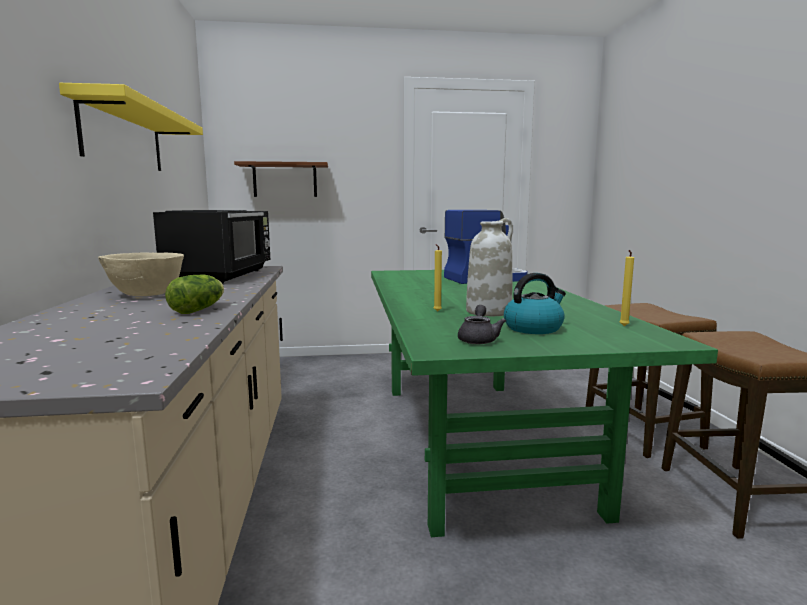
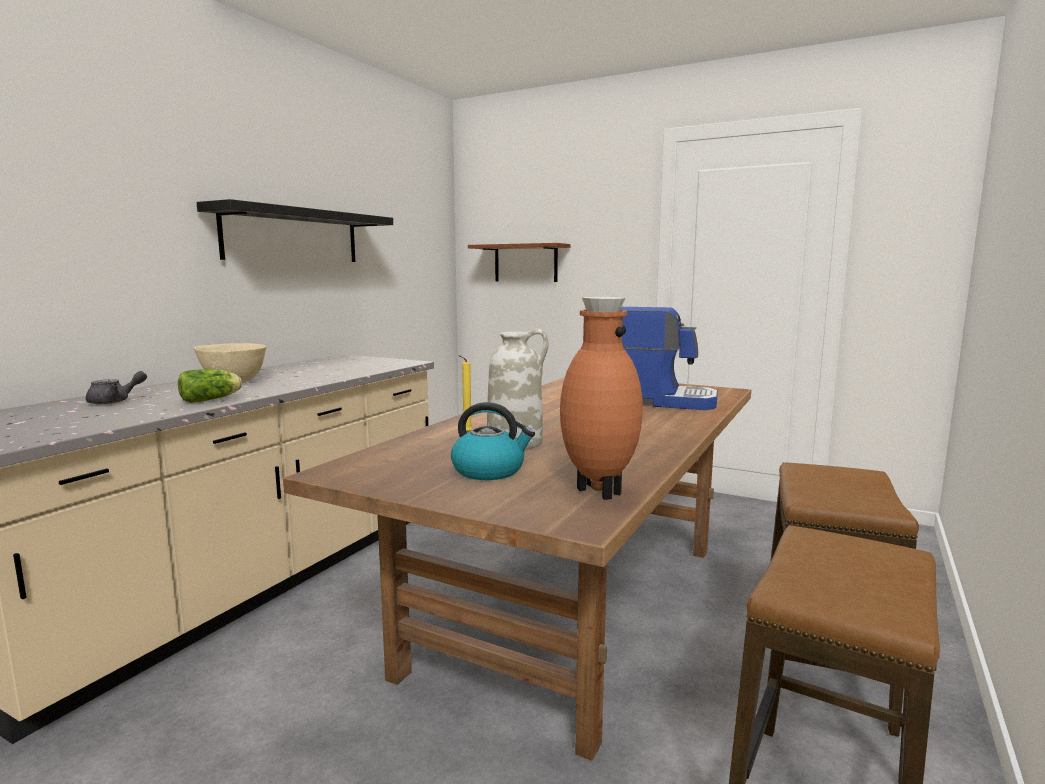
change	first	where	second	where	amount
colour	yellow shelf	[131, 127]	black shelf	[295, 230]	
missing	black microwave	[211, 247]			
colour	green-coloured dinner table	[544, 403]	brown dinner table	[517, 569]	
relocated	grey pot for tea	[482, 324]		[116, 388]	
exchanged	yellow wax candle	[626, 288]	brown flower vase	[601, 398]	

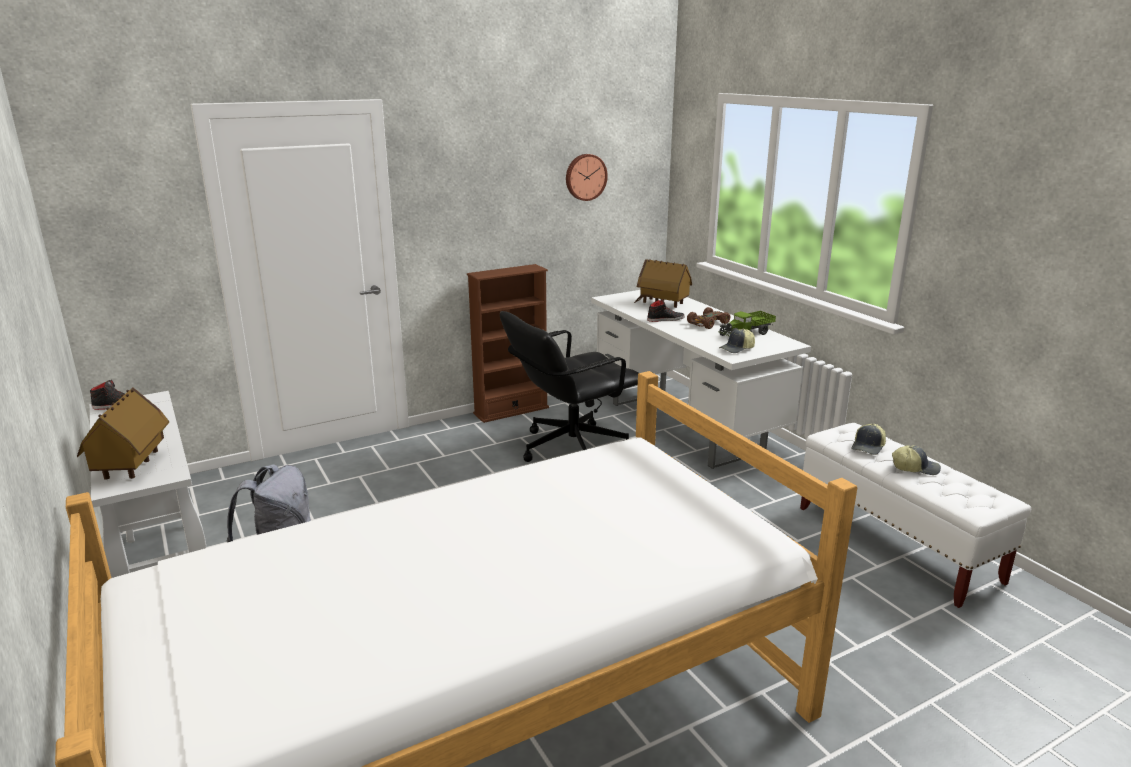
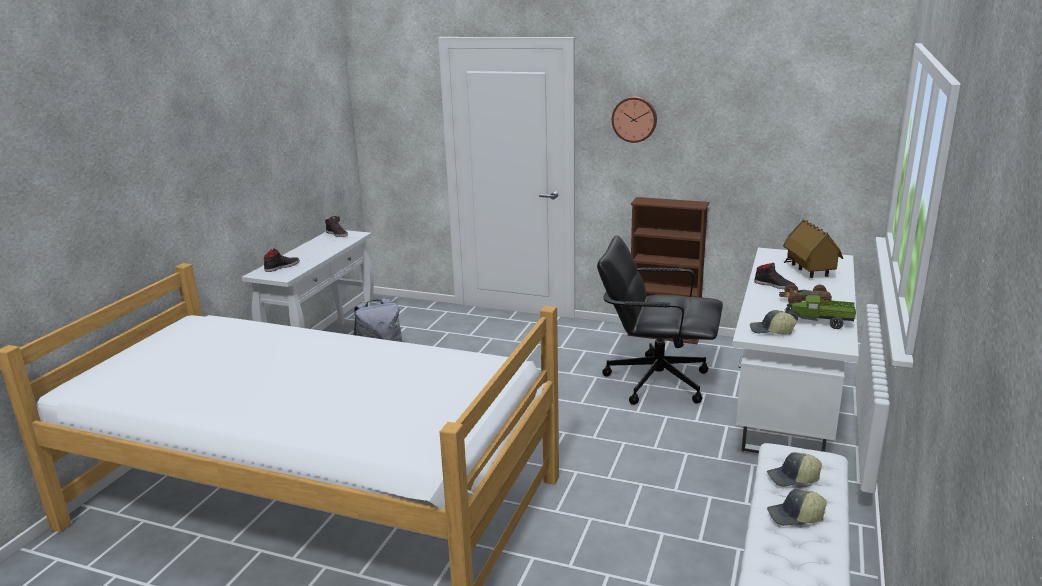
change	first	where	second	where	amount
exchanged	toy house	[123, 434]	black low shoe	[282, 260]	
relocated	clock on the wall	[587, 177]		[634, 120]	
spun	peaked cap	[916, 460]		[797, 507]	120 degrees clockwise

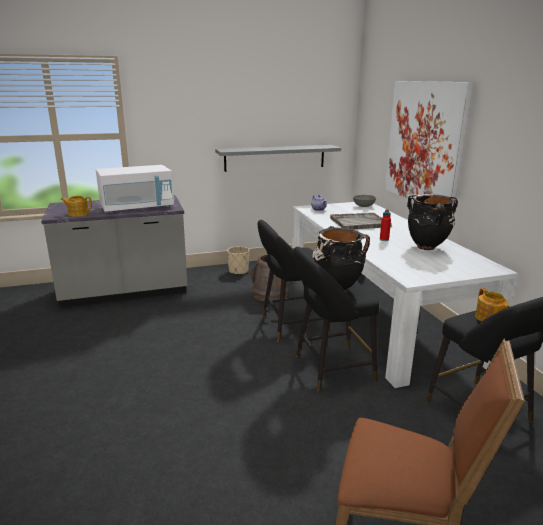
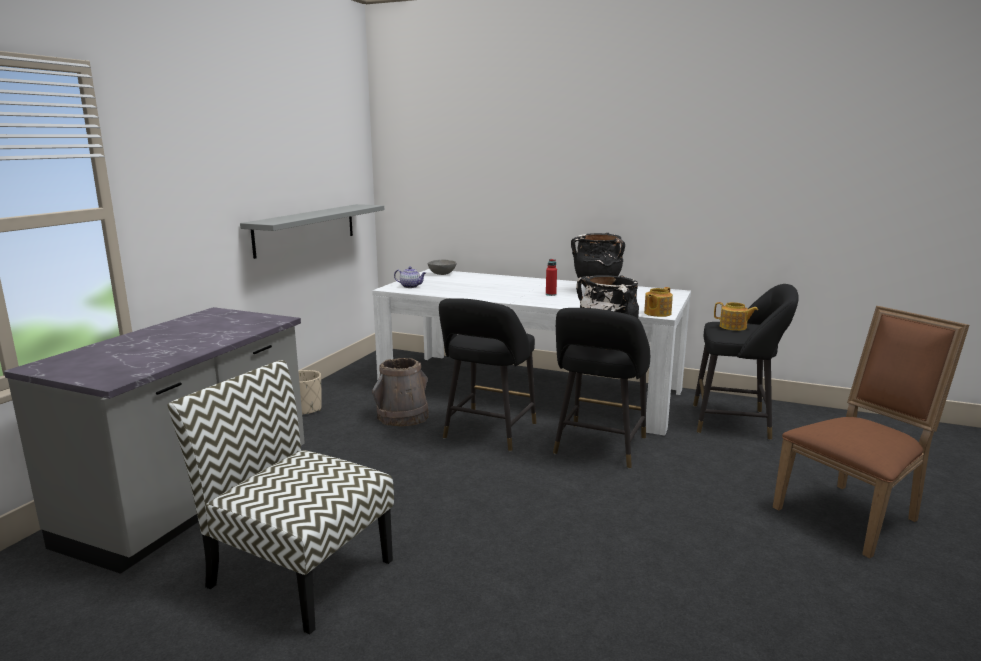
change	first	where	second	where	amount
relocated	pot for tea	[76, 206]		[658, 302]	
missing	whitish microwave	[135, 189]			
missing	grey serving tray	[361, 221]			
missing	wall art	[429, 144]			
appeared			chair	[281, 497]	

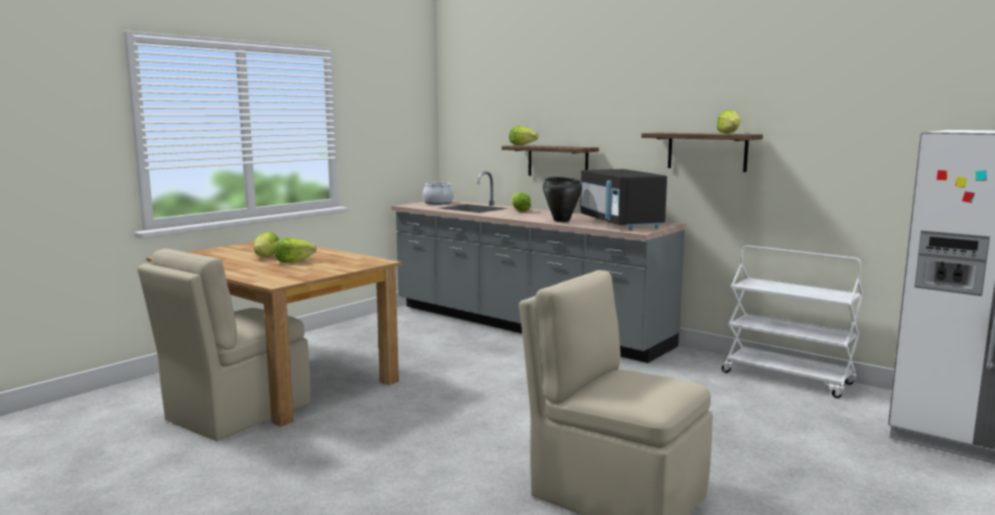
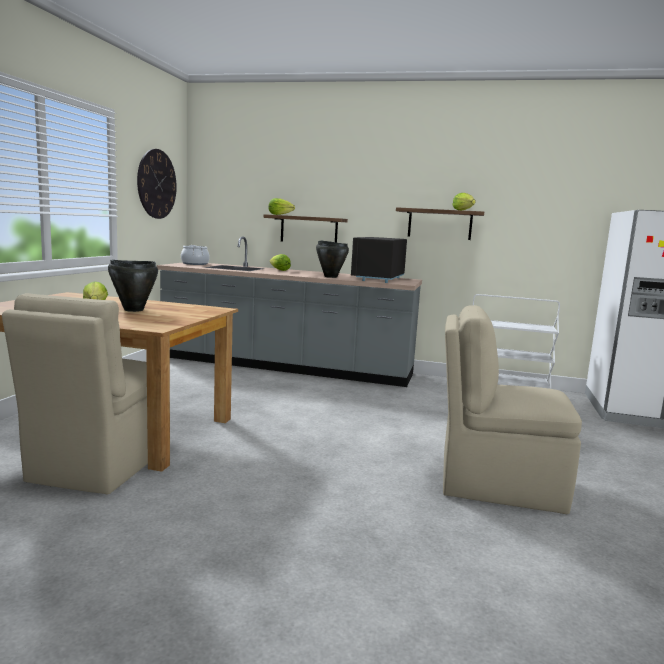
change	first	where	second	where	amount
exchanged	lettuce	[295, 250]	black saucepot	[133, 286]	
spun	black microwave	[623, 199]		[379, 260]	60 degrees clockwise
appeared			clock on the wall	[157, 184]	

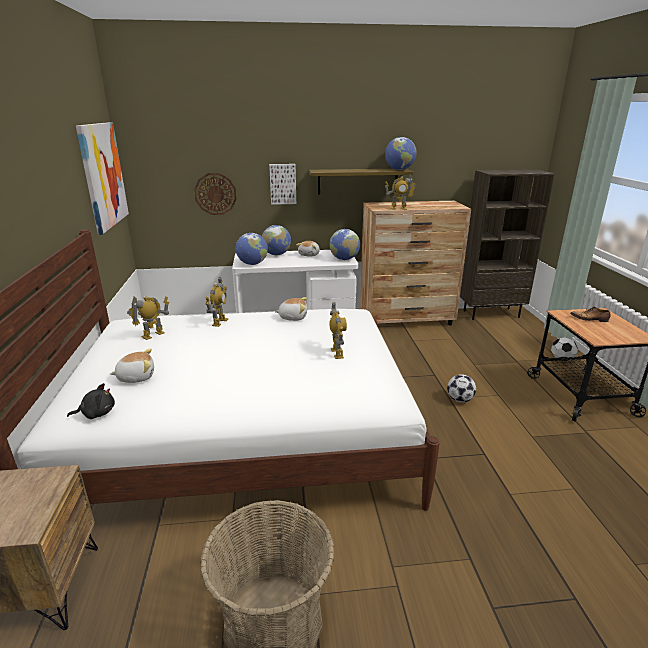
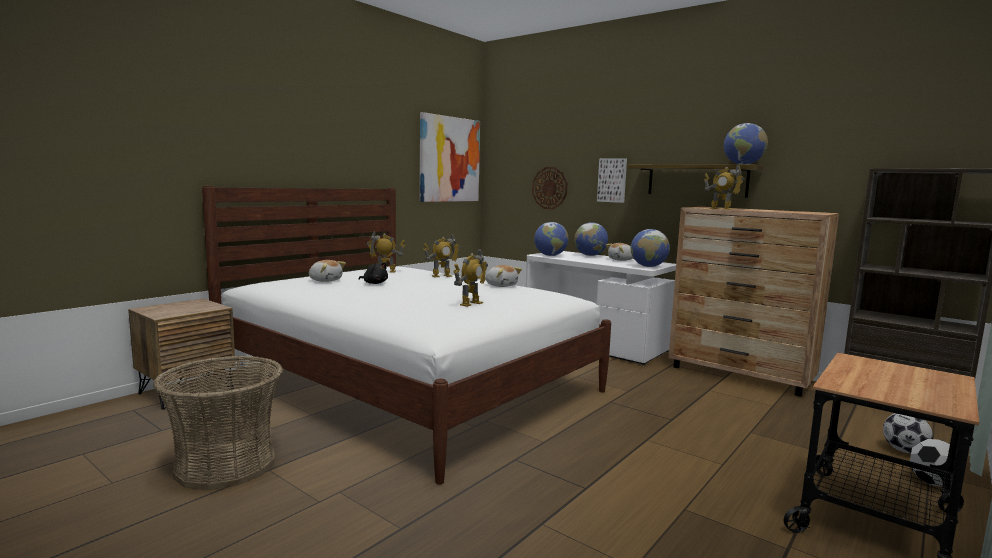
change	first	where	second	where	amount
relocated	black soft toy	[91, 401]		[373, 273]	
relocated	football ball	[461, 388]		[908, 433]	
missing	low shoe	[590, 314]			

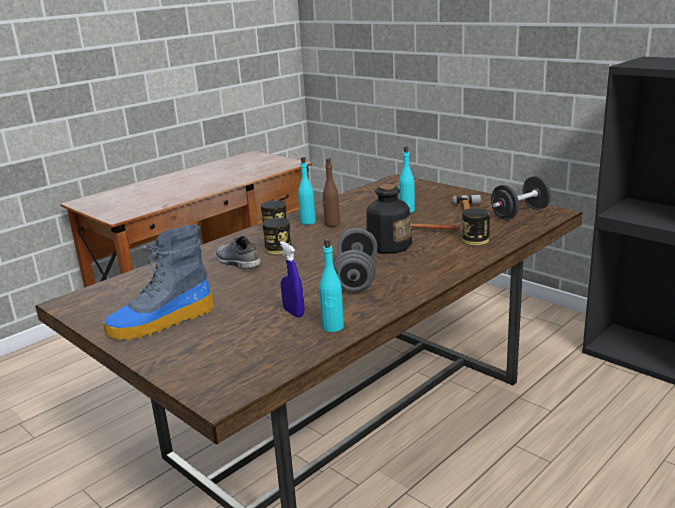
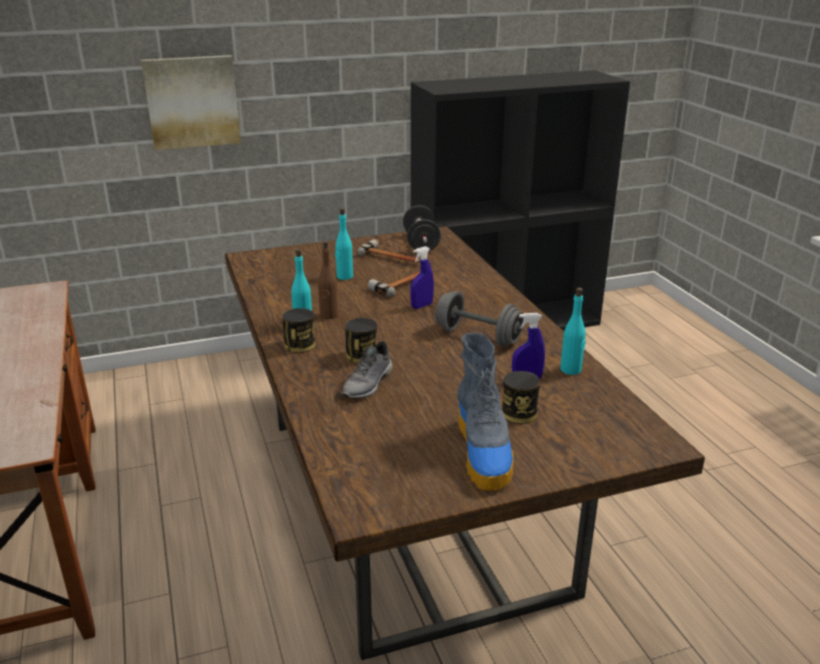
change	first	where	second	where	amount
spun	grey low shoe	[238, 252]		[366, 369]	45 degrees counterclockwise
exchanged	beverage bottle	[389, 219]	bluish hand sprayer	[422, 277]	
relocated	sealed can	[476, 227]		[521, 397]	
appeared			wall art	[191, 102]	

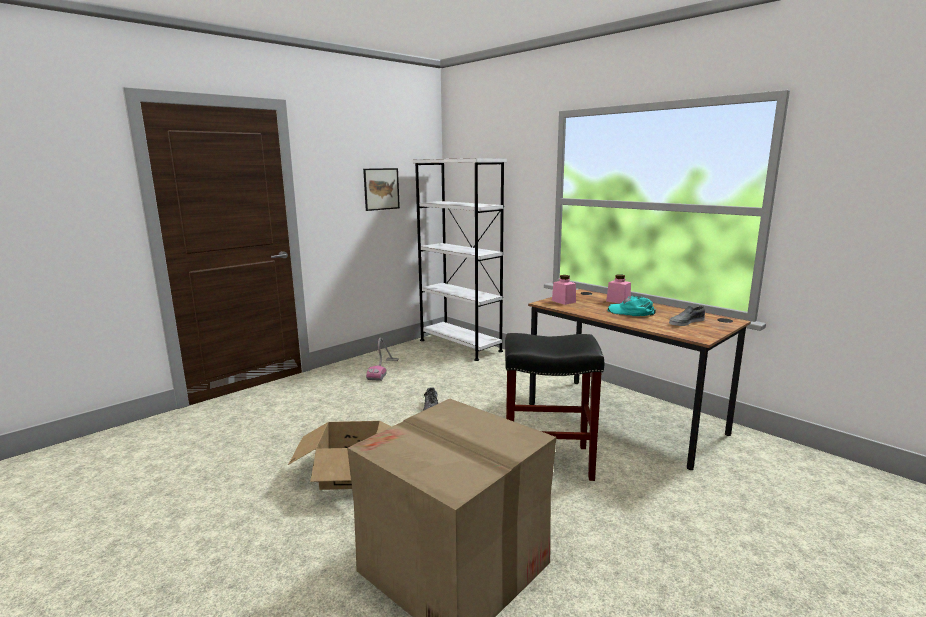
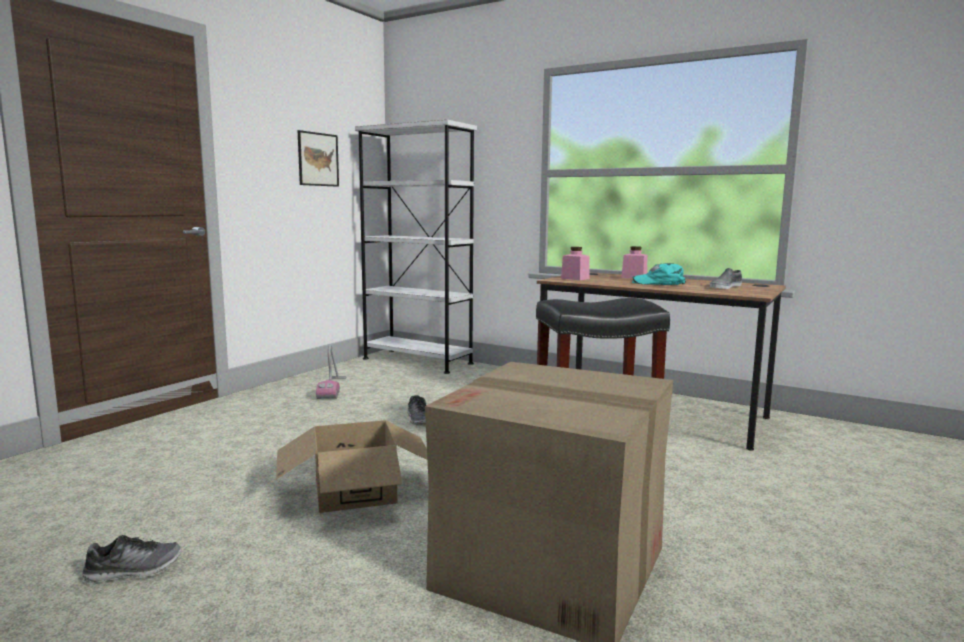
change	first	where	second	where	amount
appeared			low shoe	[132, 559]	

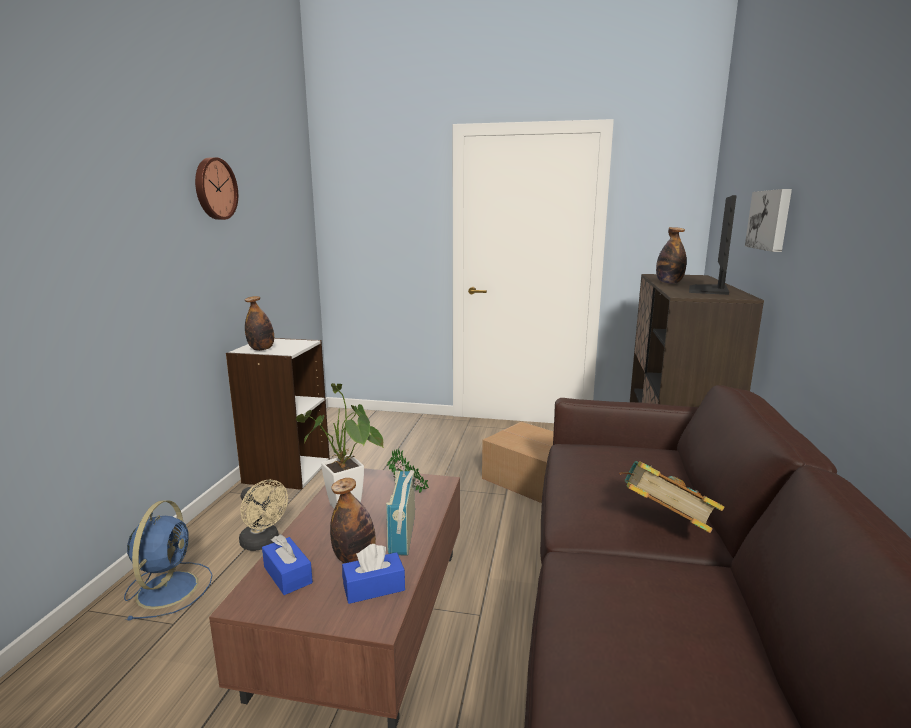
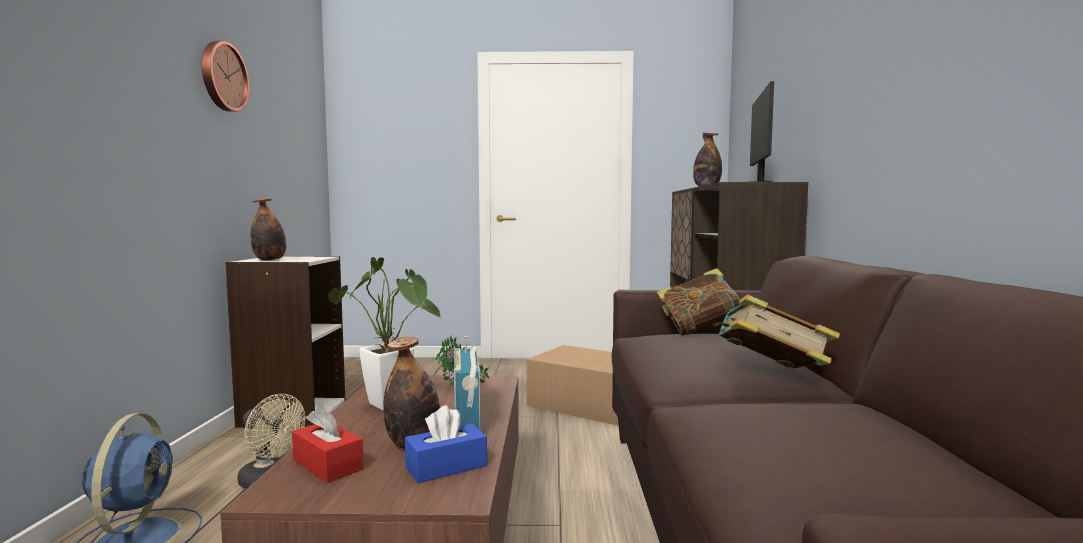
change	first	where	second	where	amount
colour	bluish tissue holder	[287, 564]	reddish tissue holder	[328, 444]	
missing	wall art	[768, 220]			
appeared			volume	[698, 302]	

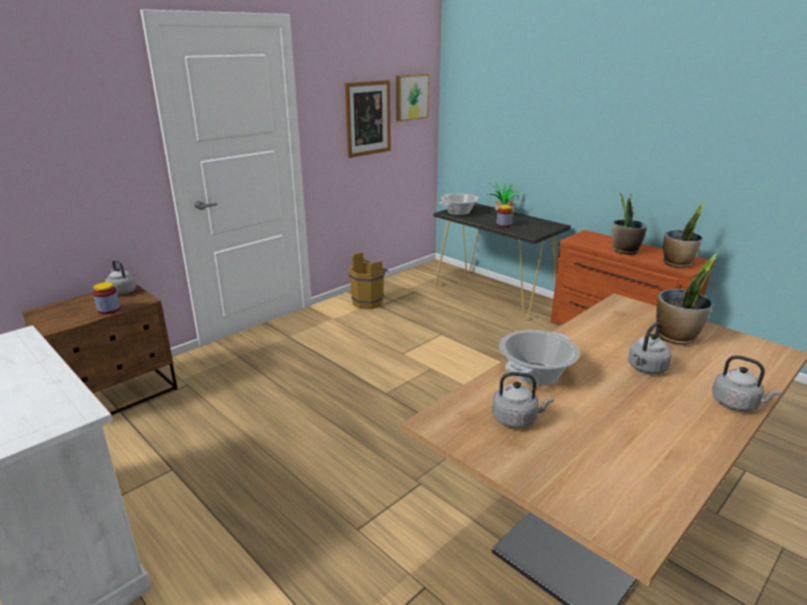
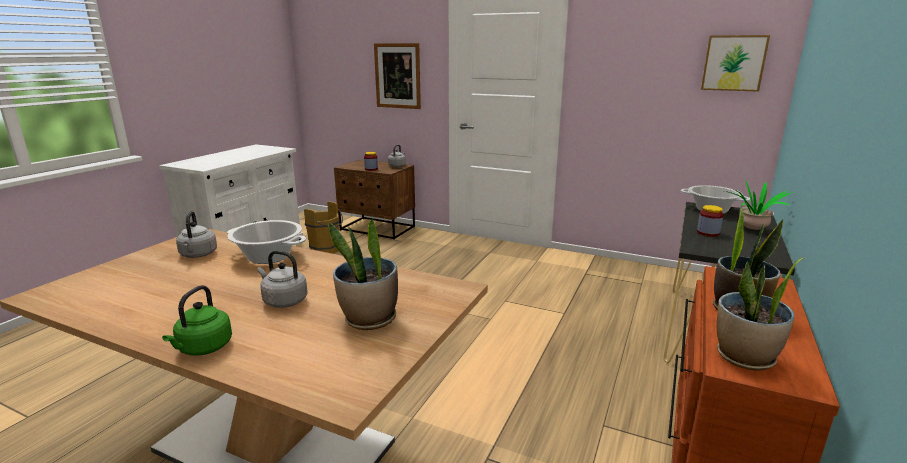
change	first	where	second	where	amount
relocated	wall art	[368, 119]		[397, 76]	
relocated	brown pail	[369, 280]		[323, 227]	
colour	grey tea kettle	[746, 383]	green-coloured tea kettle	[197, 320]	

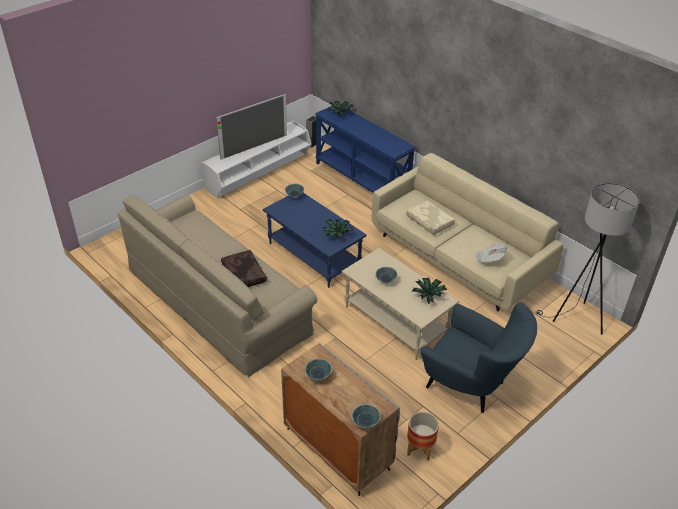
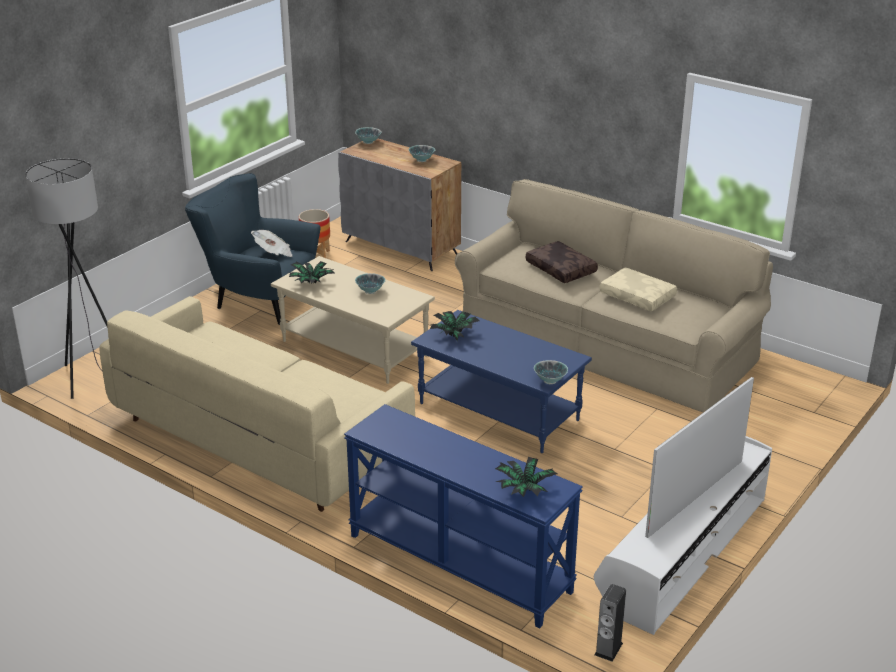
change	first	where	second	where	amount
relocated	beige throw pillow	[430, 217]		[638, 289]	
relocated	daily paper	[492, 253]		[272, 243]	

